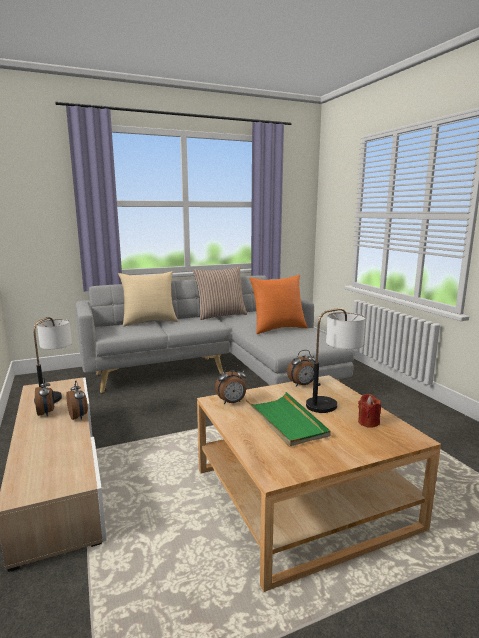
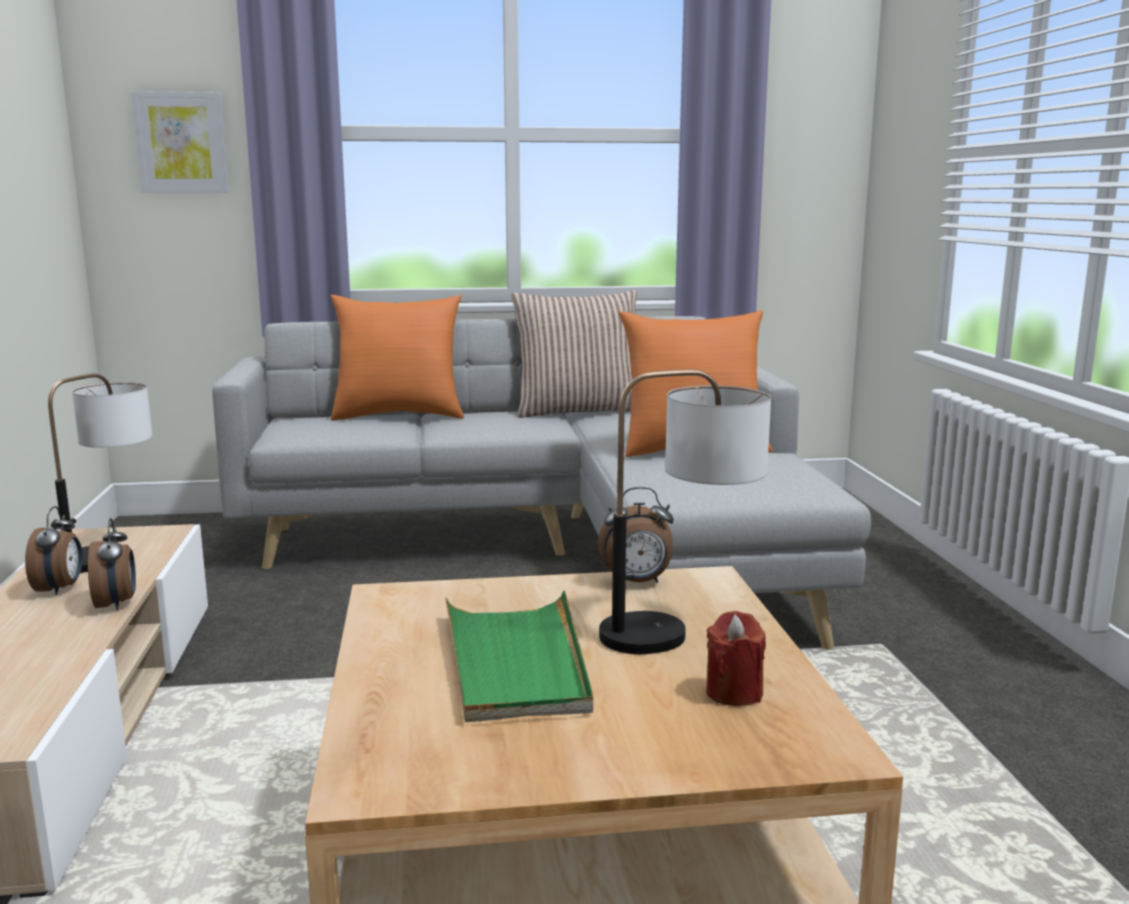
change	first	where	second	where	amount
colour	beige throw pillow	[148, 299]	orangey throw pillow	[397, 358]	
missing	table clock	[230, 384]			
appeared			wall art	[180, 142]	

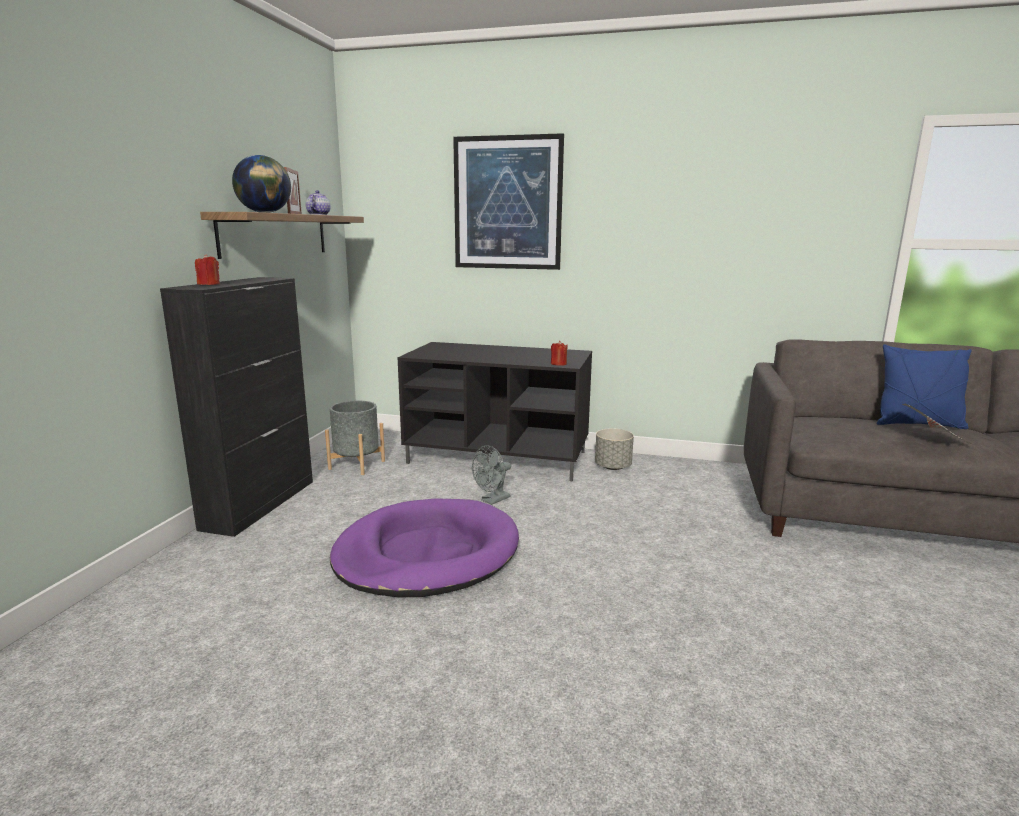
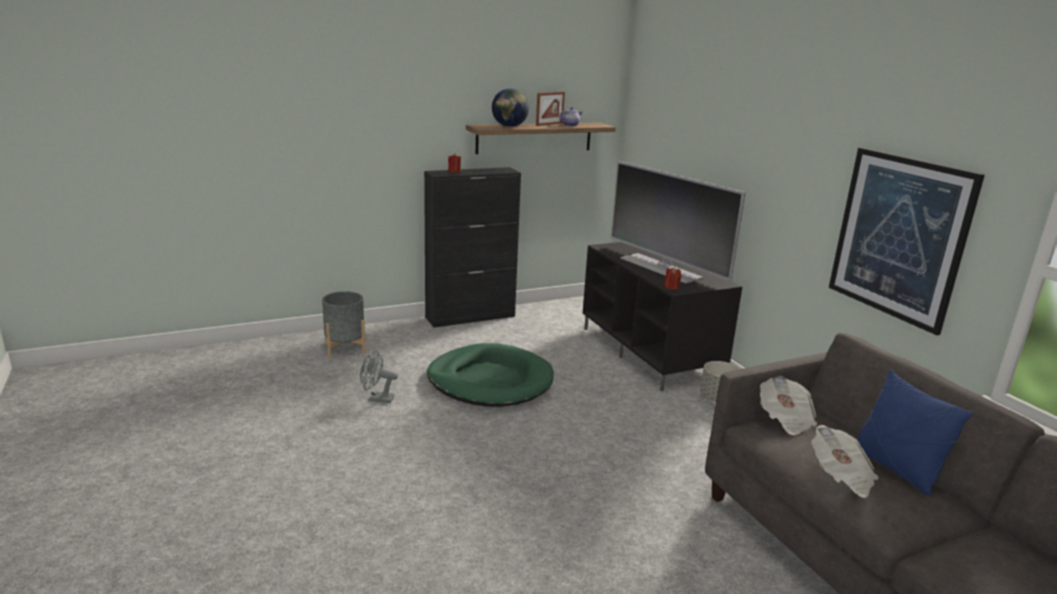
change	first	where	second	where	amount
relocated	grey planter	[355, 438]		[344, 324]	
colour	purple-coloured pet bed	[424, 547]	green-coloured pet bed	[490, 375]	
relocated	wall art	[508, 201]		[907, 241]	
relocated	grey cooling fan	[491, 475]		[379, 377]	
appeared			television	[678, 222]	
appeared			daily paper	[788, 405]	

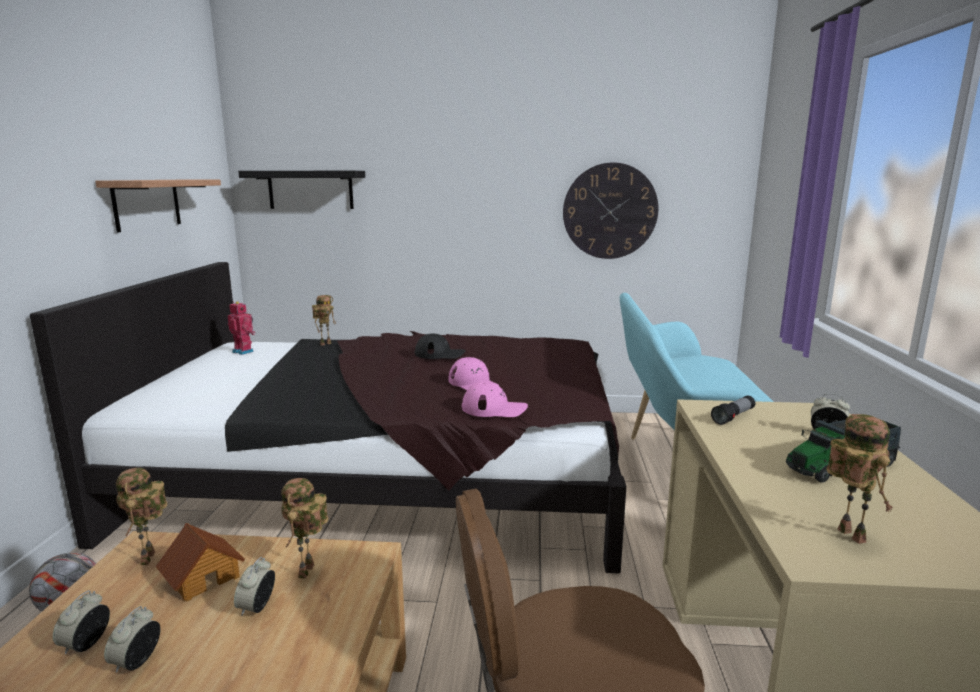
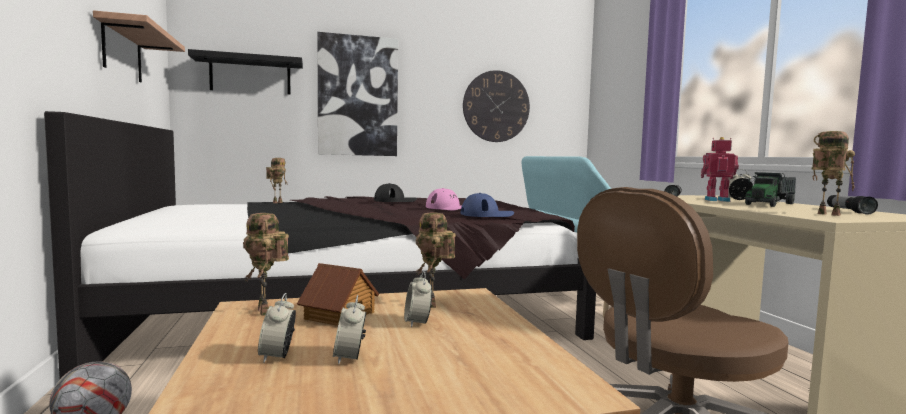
change	first	where	second	where	amount
relocated	model robot	[241, 328]		[720, 169]	
colour	pinkish peaked cap	[495, 399]	bluish peaked cap	[487, 205]	
appeared			wall art	[357, 94]	
appeared			flashlight	[852, 205]	

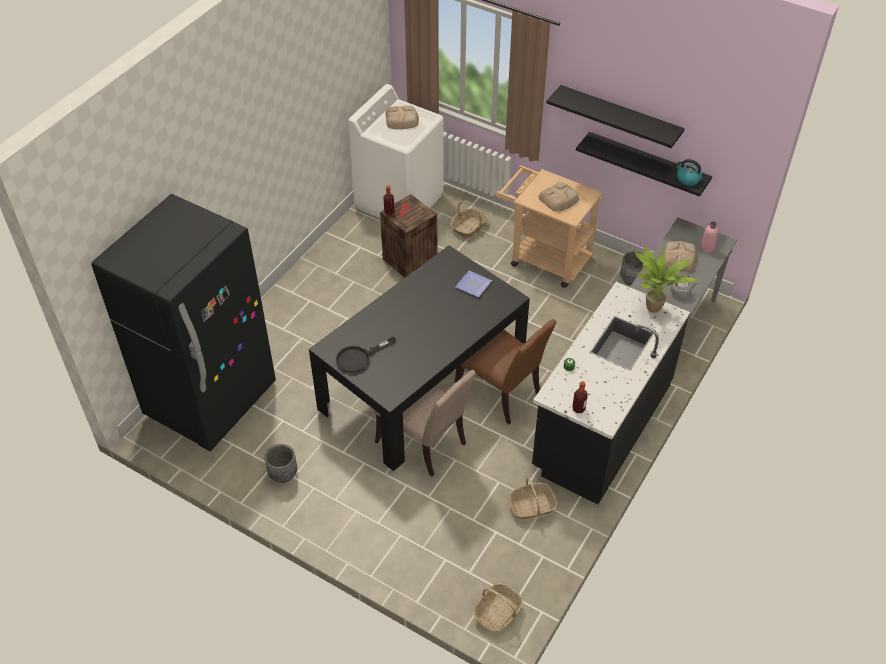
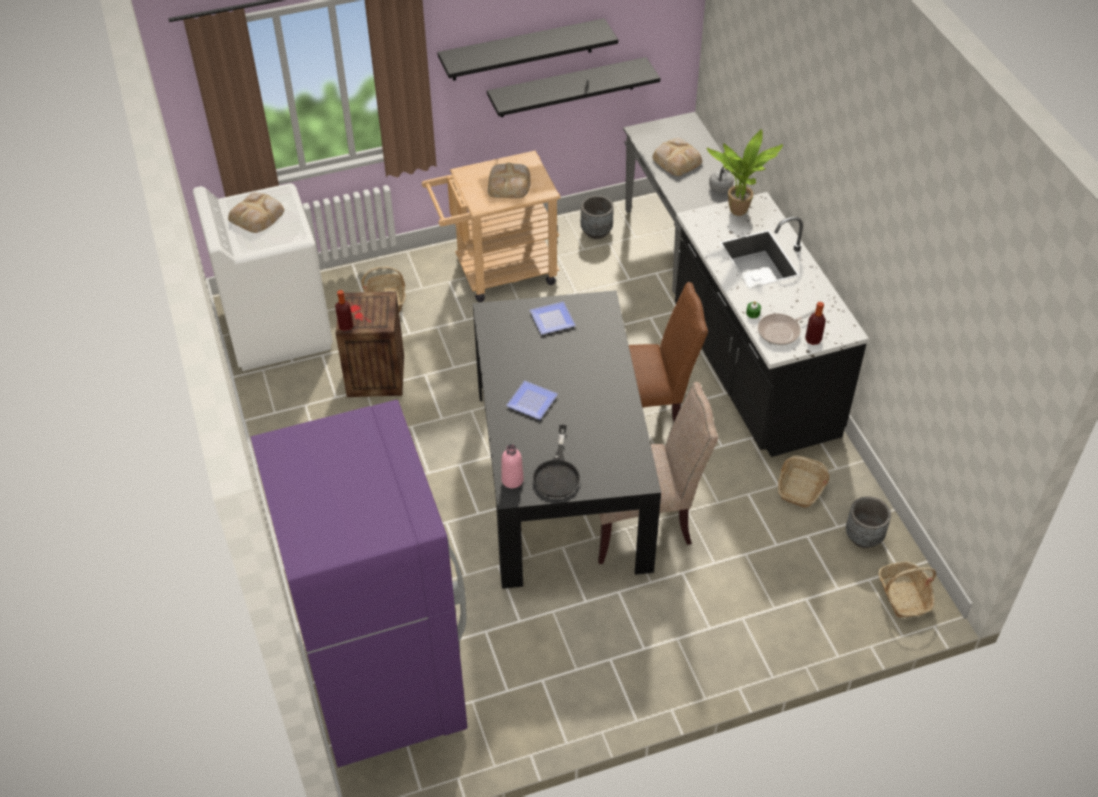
change	first	where	second	where	amount
colour	black kitchen fridge	[184, 322]	purple-coloured kitchen fridge	[359, 584]	
relocated	grey planter	[281, 463]		[868, 522]	
missing	tea kettle	[688, 172]			
relocated	pinkish beverage bottle	[709, 237]		[512, 466]	
appeared			plate	[532, 400]	
appeared			pan	[786, 328]	

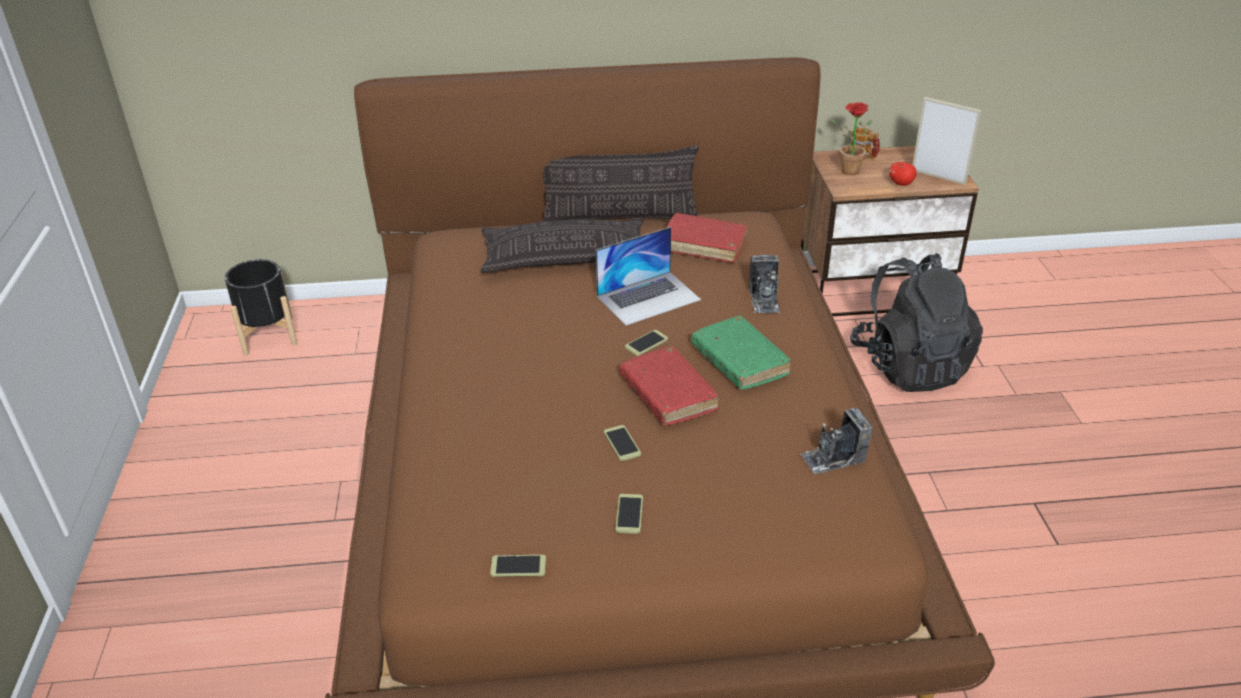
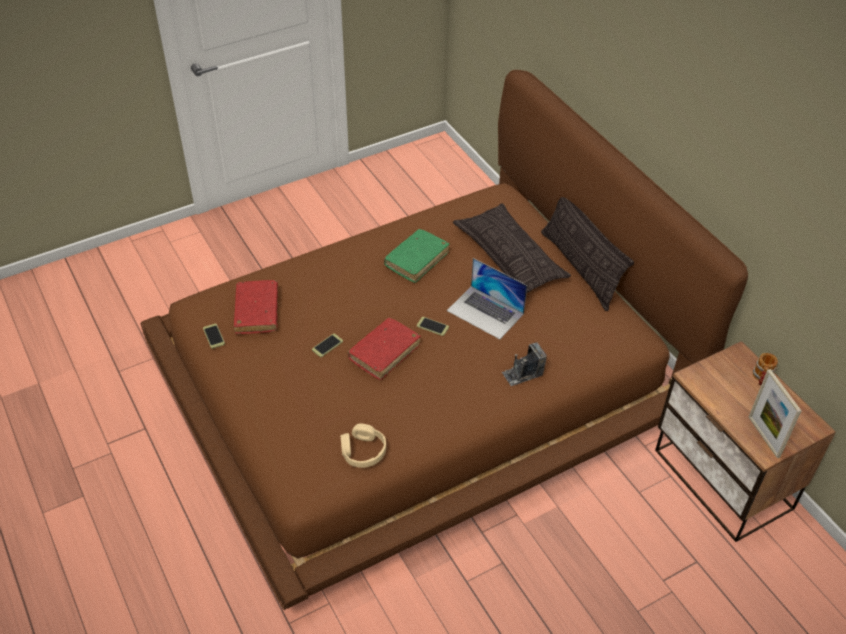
change	first	where	second	where	amount
missing	black planter	[261, 307]			
missing	phone	[629, 514]			
relocated	reddish volume	[706, 238]		[256, 307]	
relocated	green-coloured volume	[741, 353]		[416, 256]	
exchanged	photo camera	[836, 441]	beige headphones	[363, 446]	
missing	potted plant	[851, 138]			
missing	black knapsack	[916, 322]			
missing	apple fruit	[903, 174]			
spun	photo frame	[947, 141]		[775, 413]	150 degrees clockwise

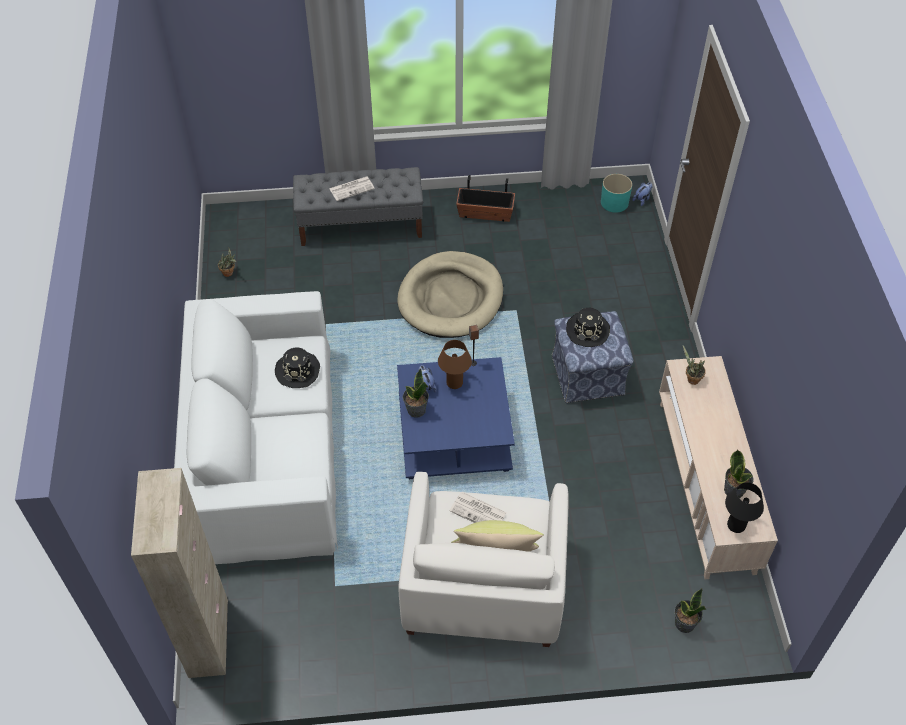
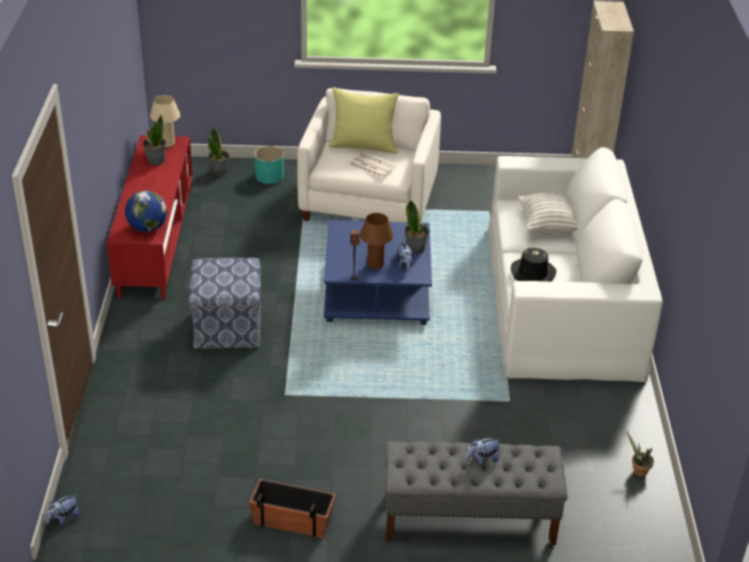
change	first	where	second	where	amount
exchanged	daily paper	[352, 188]	soft toy	[482, 451]	
missing	beige pet bed	[450, 294]			
missing	black wearable hat	[588, 327]			
relocated	turquoise-coloured planter	[616, 193]		[269, 165]	
colour	beige media console	[718, 467]	reddish media console	[150, 217]	
exchanged	potted plant	[694, 365]	desk globe	[146, 211]	
colour	black table lamp	[744, 507]	beige table lamp	[165, 121]	
appeared			throw pillow	[548, 213]	

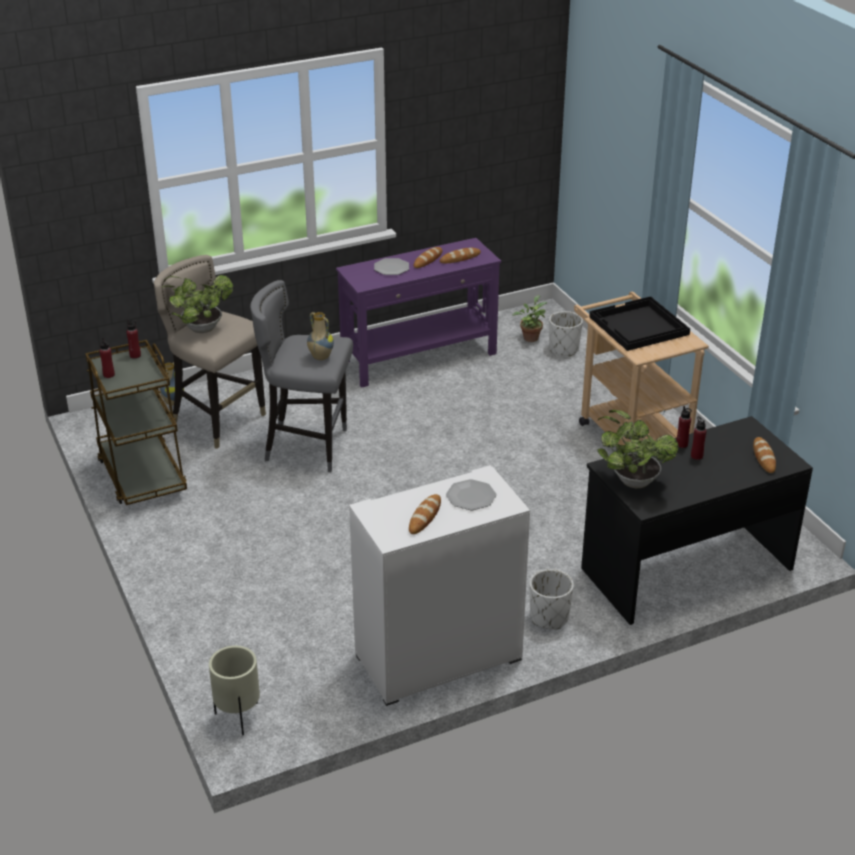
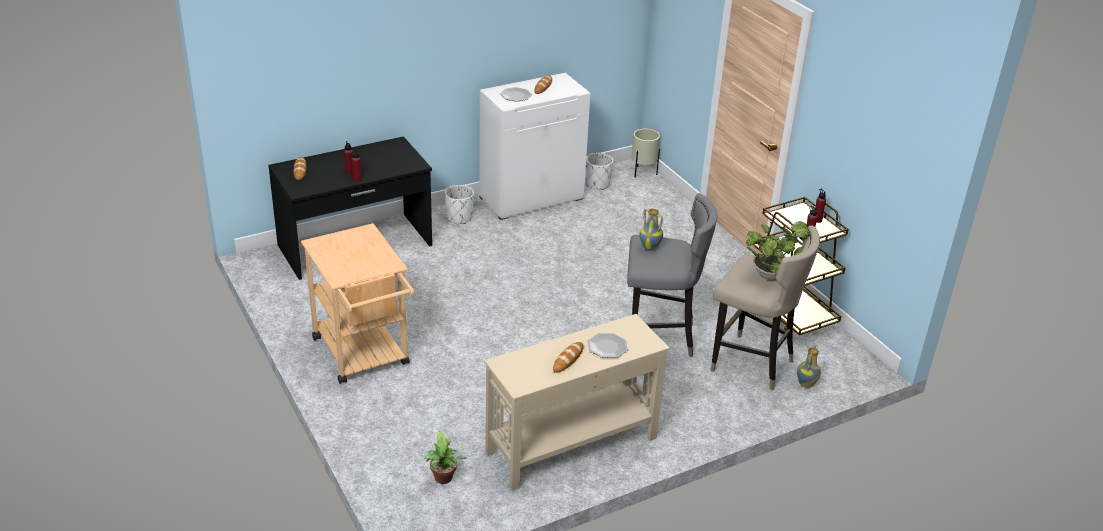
change	first	where	second	where	amount
colour	purple-coloured narrow table	[418, 313]	beige narrow table	[577, 402]	
missing	bakery bread	[460, 255]			
relocated	whitish planter	[566, 333]		[599, 171]	
missing	black serving tray	[639, 323]			
missing	potted plant	[638, 449]			

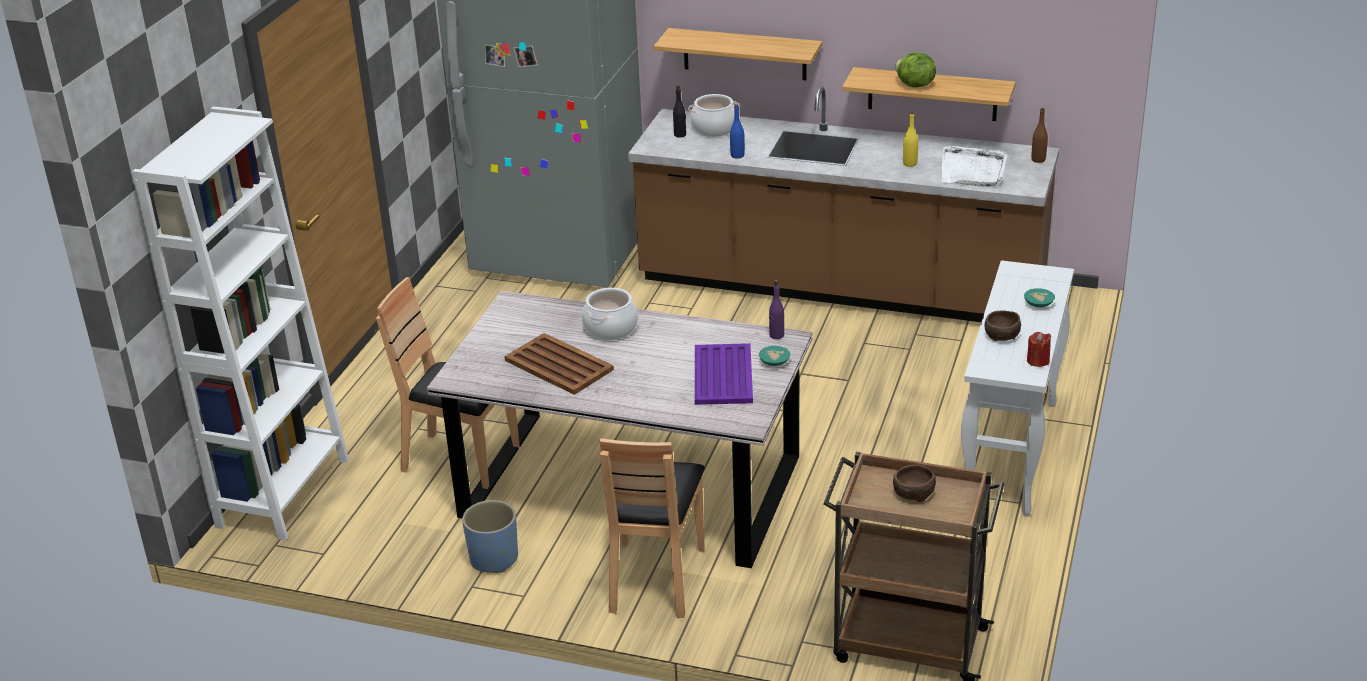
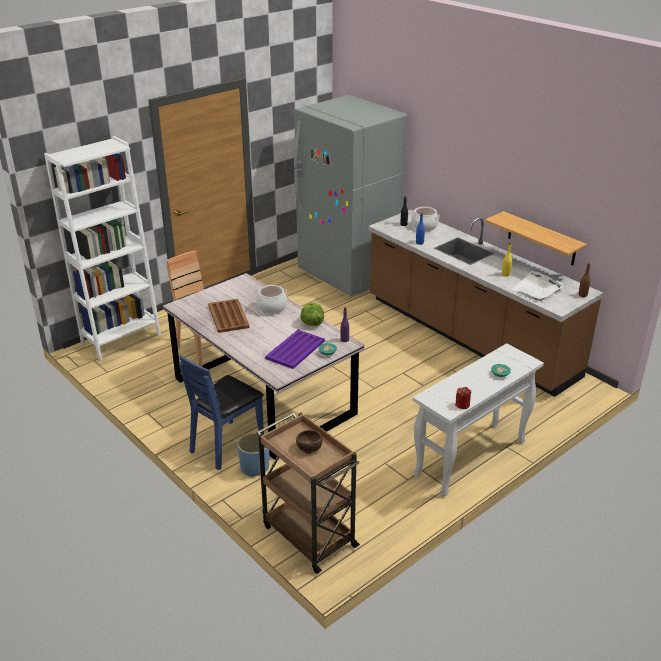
change	first	where	second	where	amount
relocated	bluish planter	[490, 536]		[253, 455]	
colour	brown chair	[652, 528]	bluish chair	[221, 412]	
missing	shelf	[738, 54]			
relocated	lettuce	[915, 69]		[312, 314]	
missing	brown serving bowl	[1003, 325]			

